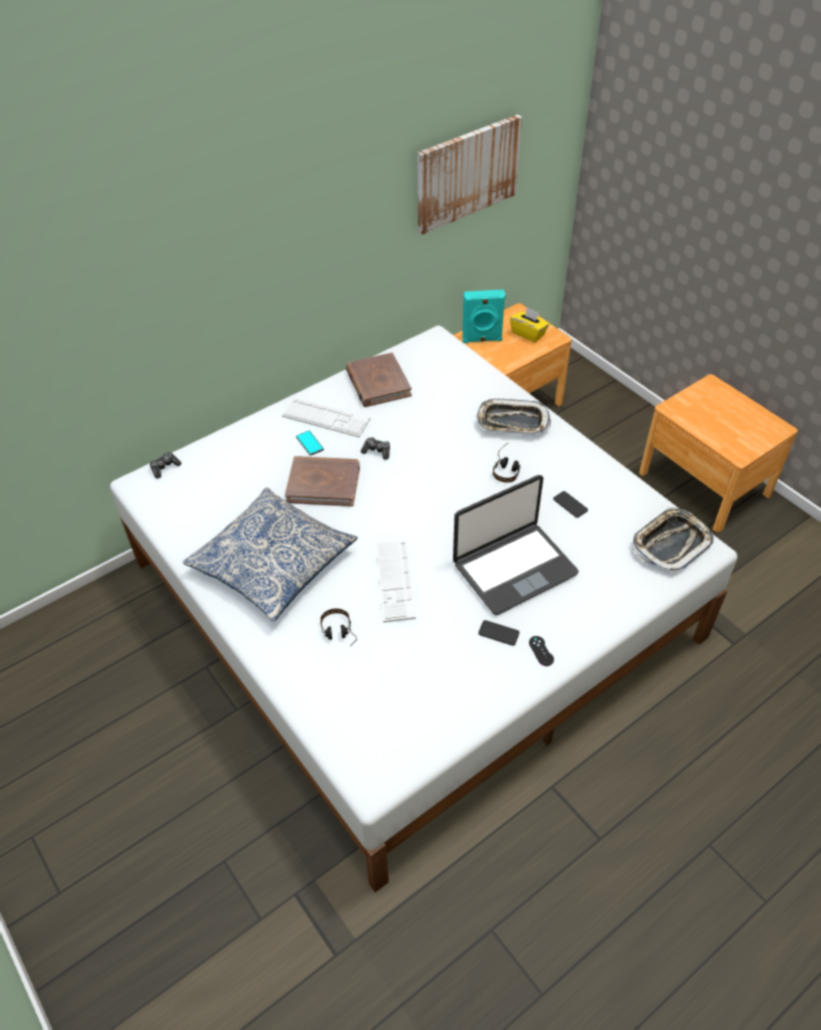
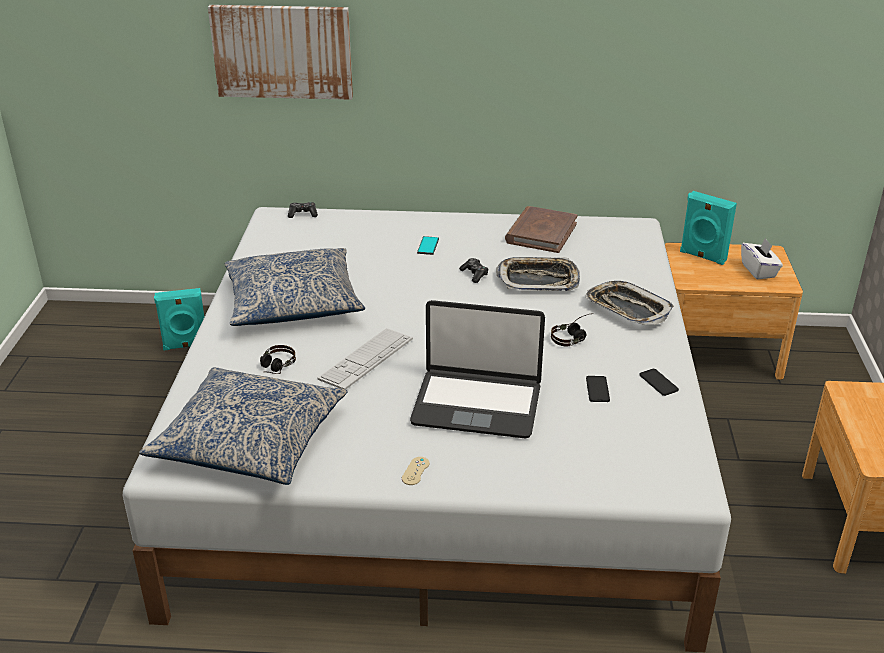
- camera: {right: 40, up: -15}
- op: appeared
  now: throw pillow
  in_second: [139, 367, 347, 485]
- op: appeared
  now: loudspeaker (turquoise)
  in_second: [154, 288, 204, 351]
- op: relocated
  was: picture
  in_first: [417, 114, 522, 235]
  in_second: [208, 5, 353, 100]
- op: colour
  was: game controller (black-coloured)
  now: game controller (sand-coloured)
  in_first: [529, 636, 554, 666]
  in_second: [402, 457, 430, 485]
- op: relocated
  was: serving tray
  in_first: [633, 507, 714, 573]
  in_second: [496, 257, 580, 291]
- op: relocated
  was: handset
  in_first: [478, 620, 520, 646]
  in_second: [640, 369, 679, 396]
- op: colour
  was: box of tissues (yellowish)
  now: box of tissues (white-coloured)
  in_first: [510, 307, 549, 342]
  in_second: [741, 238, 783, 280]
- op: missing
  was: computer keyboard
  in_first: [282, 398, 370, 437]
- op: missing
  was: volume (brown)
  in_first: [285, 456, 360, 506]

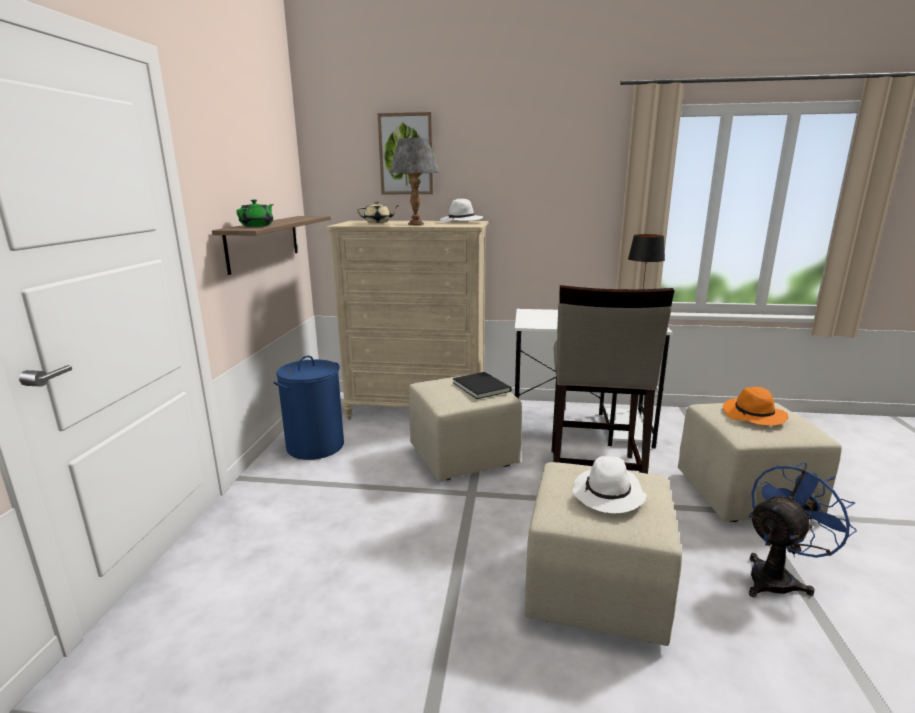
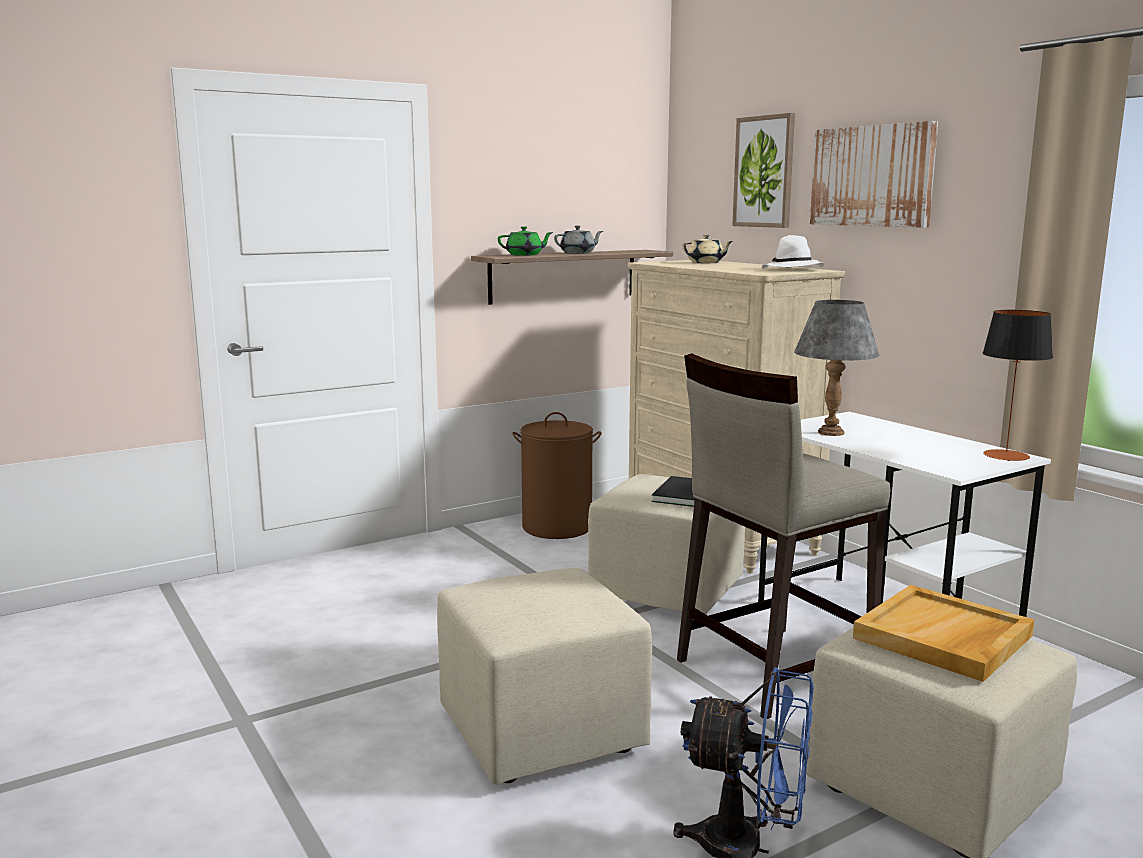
- camera: {right: 50, up: -5}
- op: colour
  was: laundry basket (bluish)
  now: laundry basket (brown)
  in_first: [274, 356, 344, 460]
  in_second: [512, 412, 602, 539]
- op: appeared
  now: pot for tea (grey)
  in_second: [554, 225, 603, 254]
- op: relocated
  was: lamp for a table (grey)
  in_first: [389, 138, 440, 225]
  in_second: [794, 300, 879, 436]
- op: appeared
  now: picture
  in_second: [810, 121, 938, 228]
- op: exchanged
  was: clothing hat (orange)
  now: serving tray (sand-coloured)
  in_first: [723, 387, 788, 426]
  in_second: [853, 585, 1035, 682]
- op: missing
  was: clothing hat (white-coloured)
  in_first: [573, 456, 647, 513]

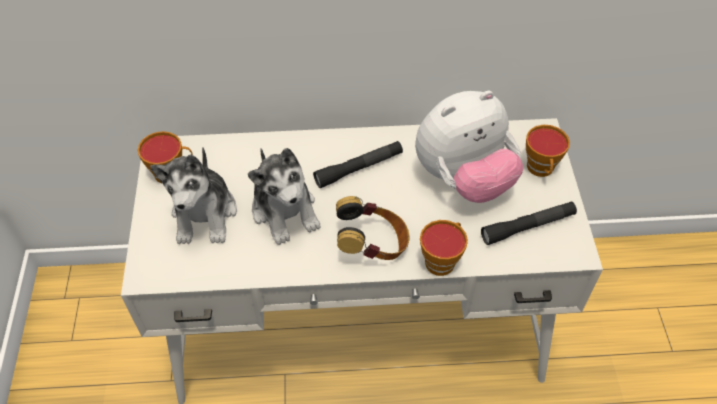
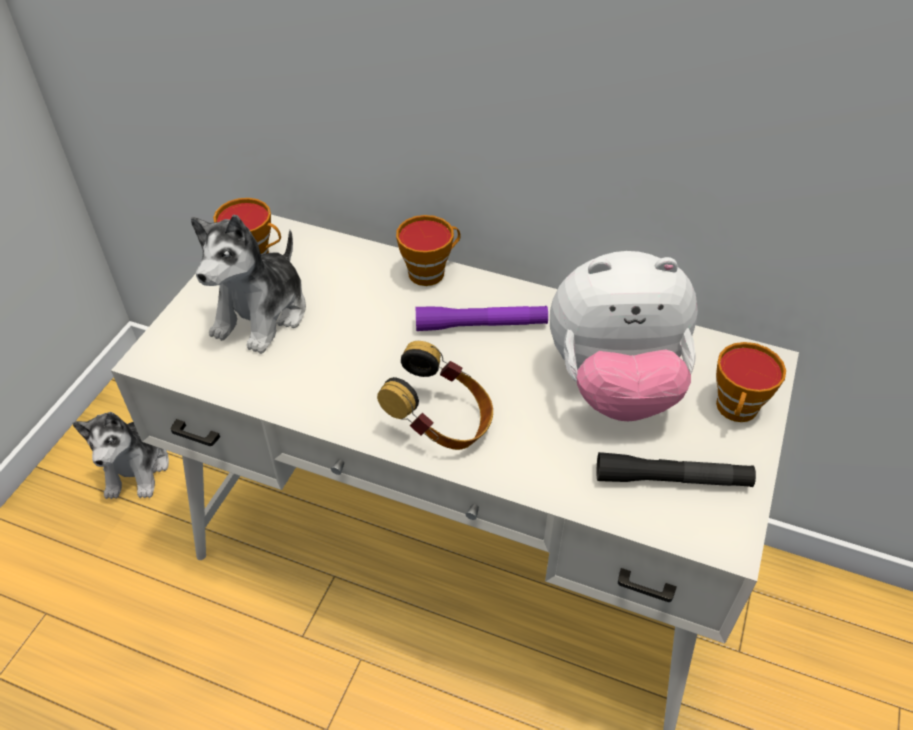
- camera: {right: 25, up: -5}
- op: relocated
  was: cuddly toy
  in_first: [248, 148, 320, 245]
  in_second: [72, 412, 169, 499]
- op: relocated
  was: drinking cup
  in_first: [420, 220, 468, 276]
  in_second: [396, 215, 460, 286]
- op: colour
  was: torch (black-coloured)
  now: torch (purple)
  in_first: [313, 141, 403, 188]
  in_second: [416, 306, 548, 331]

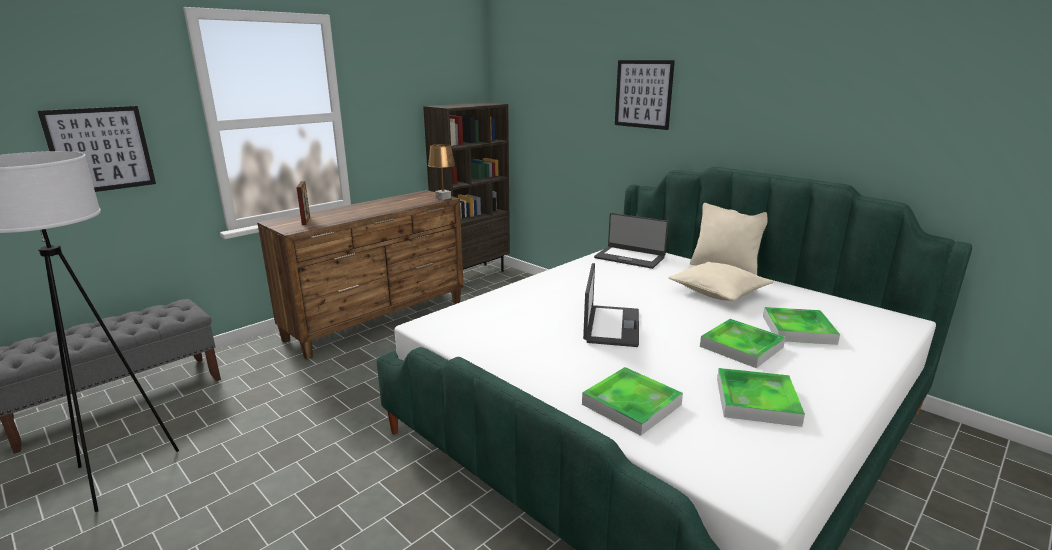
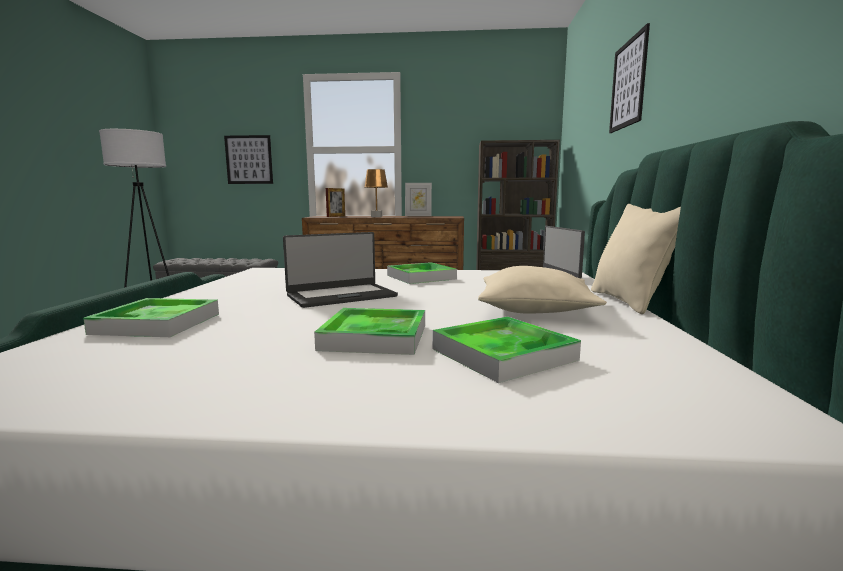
- camera: {right: 50, up: -10}
- op: relocated
  was: lamp for a table (brown)
  in_first: [428, 144, 455, 200]
  in_second: [365, 169, 388, 217]
- op: relocated
  was: serving tray
  in_first: [717, 368, 805, 427]
  in_second: [387, 262, 457, 284]
- op: appeared
  now: picture frame
  in_second: [405, 183, 432, 216]

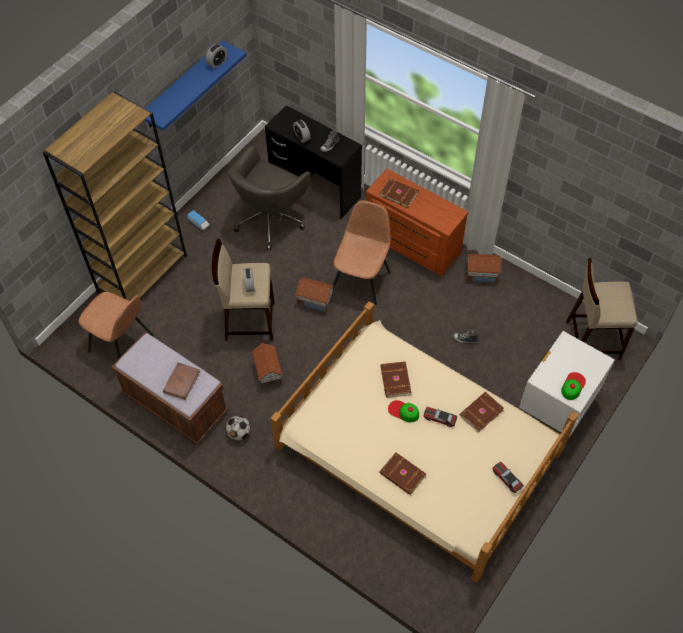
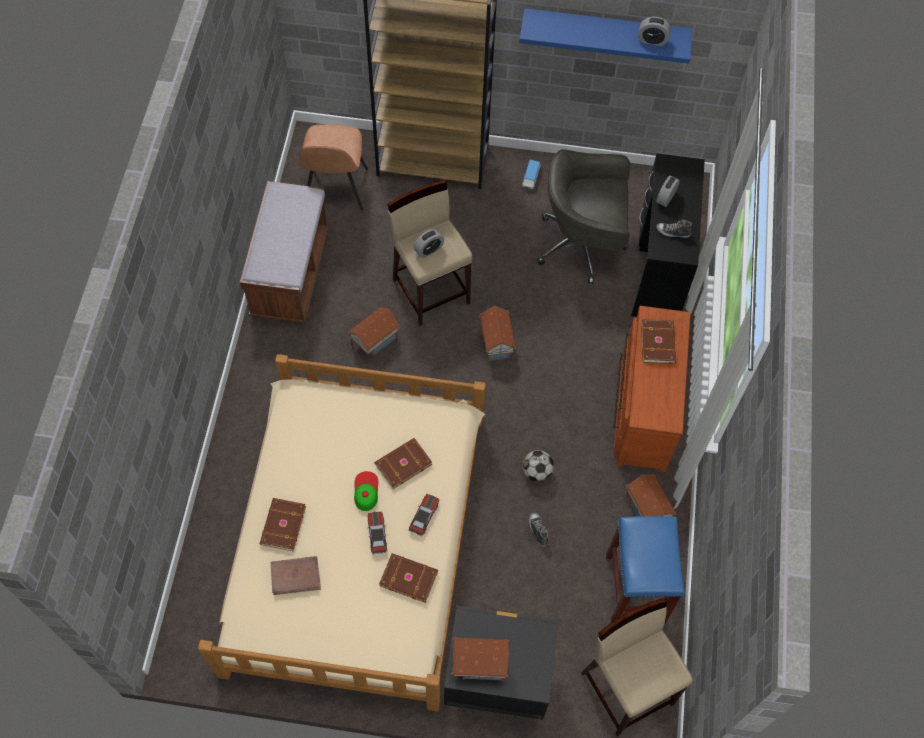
- camera: {right: 60, up: 5}
- op: relocated
  was: volume (brown)
  in_first: [163, 363, 200, 400]
  in_second: [270, 556, 321, 595]
- op: relocated
  was: miniature car
  in_first: [492, 461, 524, 493]
  in_second: [409, 494, 439, 536]
- op: colour
  was: nightstand (white-coloured)
  now: nightstand (black-coloured)
  in_first: [519, 331, 615, 437]
  in_second: [444, 605, 558, 720]
- op: exchanged
  was: baseball cap
  now: miniature house
  in_first: [561, 372, 586, 400]
  in_second: [451, 637, 509, 681]
- op: relocated
  was: ball for football
  in_first: [225, 416, 251, 441]
  in_second: [523, 450, 554, 482]
- op: appeared
  now: stool (bluish)
  in_second: [606, 516, 684, 624]
- op: missing
  was: chair (brown)
  in_first: [333, 200, 391, 305]

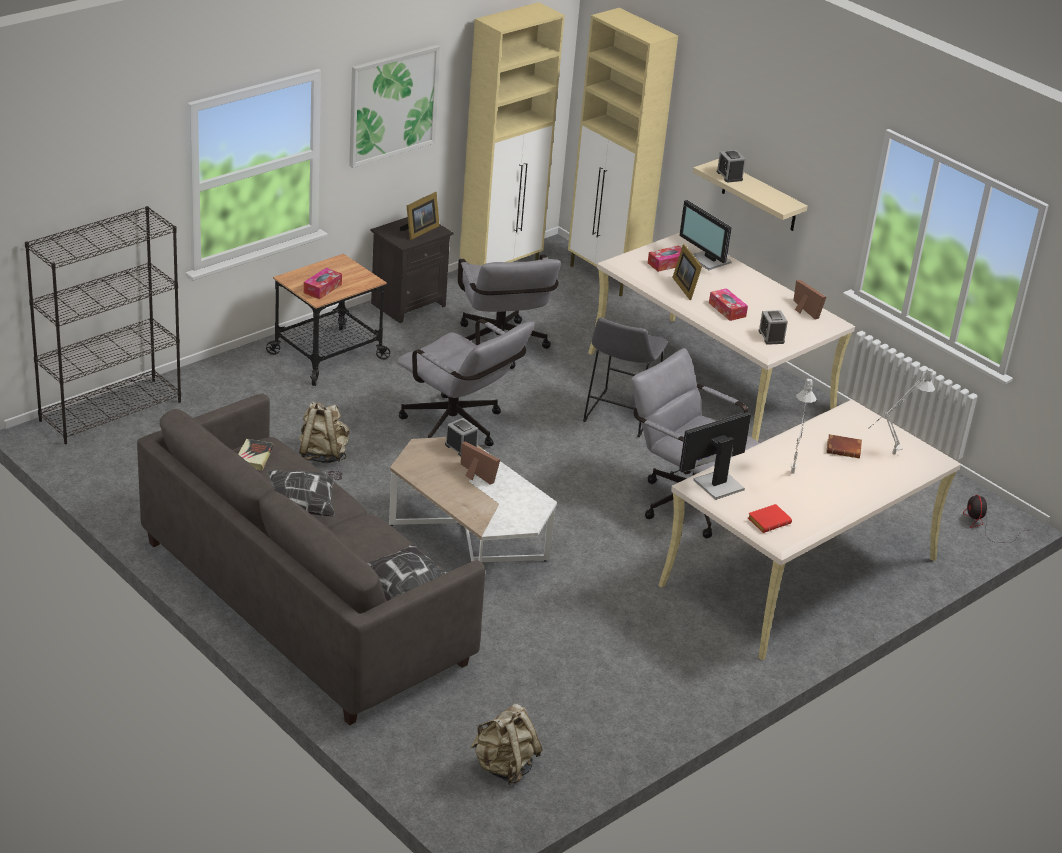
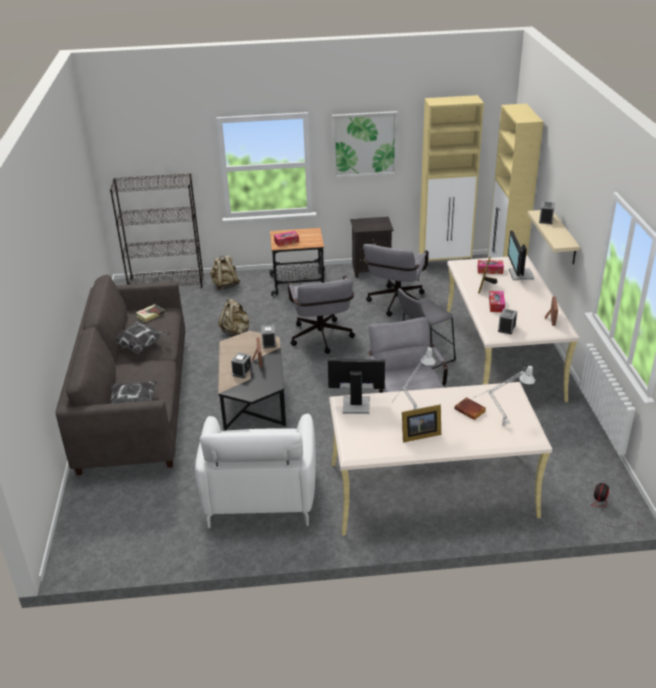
- camera: {right: 40, up: 0}
- op: appeared
  now: lounge chair (white-coloured)
  in_second: [195, 414, 316, 528]
- op: relocated
  was: knapsack (sand-coloured)
  in_first: [471, 704, 542, 785]
  in_second: [210, 255, 241, 290]
- op: colour
  was: low table (white-coloured)
  now: low table (black-coloured)
  in_first: [389, 437, 557, 562]
  in_second: [218, 331, 286, 431]
- op: appeared
  now: bedside clock
  in_second: [231, 352, 252, 378]
- op: relocated
  was: picture frame
  in_first: [399, 192, 440, 240]
  in_second: [402, 405, 441, 442]
- op: missing
  was: volume (red-coloured)
  in_first: [748, 504, 792, 533]

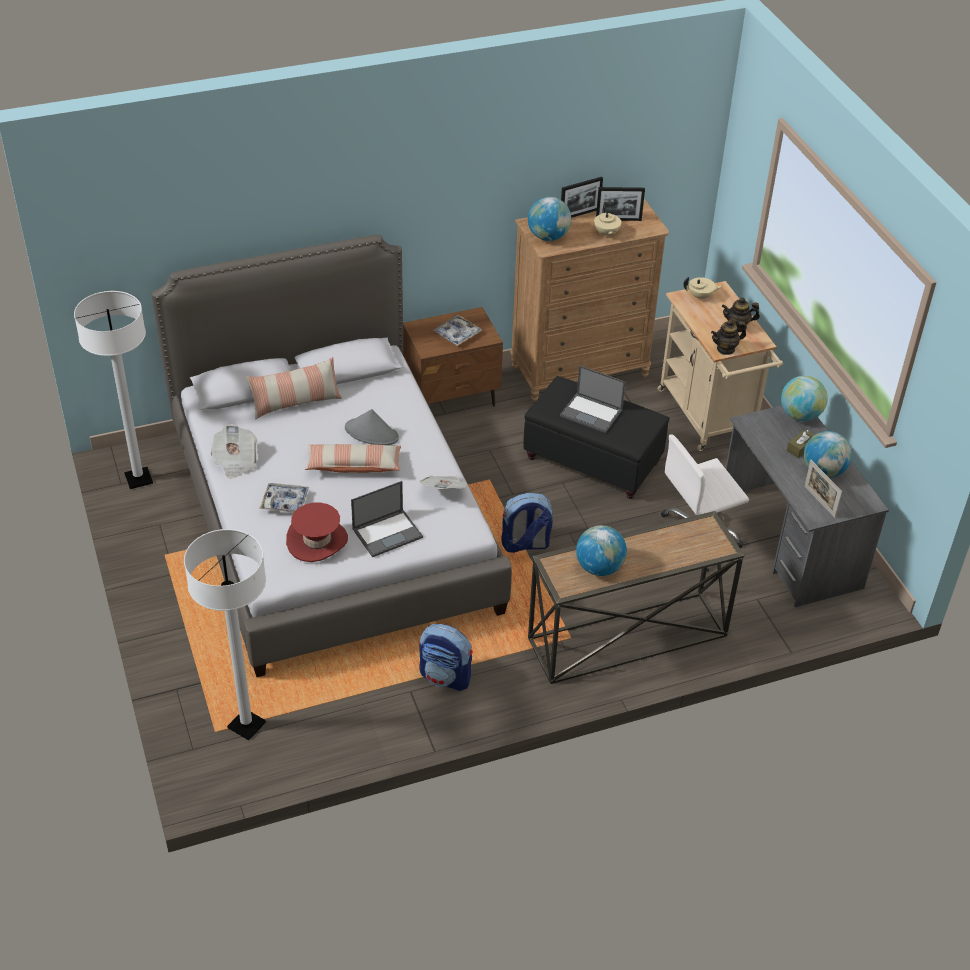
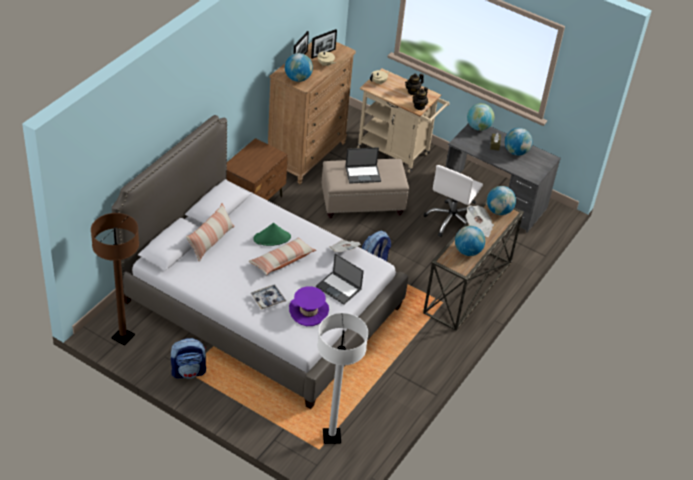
- camera: {right: -40, up: 0}
- op: colour
  was: standard lamp (white-coloured)
  now: standard lamp (brown)
  in_first: [74, 291, 153, 489]
  in_second: [91, 213, 139, 345]
- op: relocated
  was: knapsack
  in_first: [420, 624, 473, 691]
  in_second: [171, 338, 206, 378]
- op: colour
  was: clothing hat (grey)
  now: clothing hat (green-coloured)
  in_first: [345, 409, 399, 445]
  in_second: [253, 223, 291, 246]
- op: colour
  was: clothing hat (red-coloured)
  now: clothing hat (purple)
  in_first: [286, 503, 348, 562]
  in_second: [289, 286, 329, 326]
- op: spun
  was: portable computer
  in_first: [351, 481, 423, 557]
  in_second: [316, 253, 364, 305]
  clockwise: 105
- op: colour
  was: footrest (black-coloured)
  now: footrest (sand-coloured)
  in_first: [523, 376, 670, 499]
  in_second: [322, 159, 409, 218]
- op: relocated
  was: newspaper
  in_first: [210, 424, 257, 479]
  in_second: [465, 205, 494, 237]
- op: appeared
  now: desk globe
  in_second: [487, 186, 516, 215]
- op: missing
  was: serving tray
  in_first: [433, 315, 482, 346]
- op: missing
  was: picture frame
  in_first: [804, 460, 842, 518]

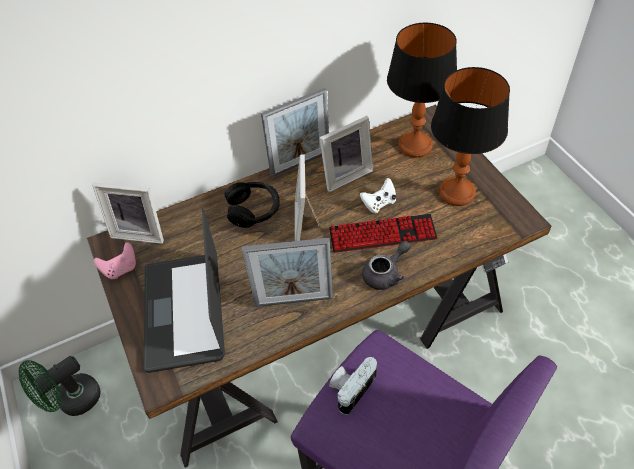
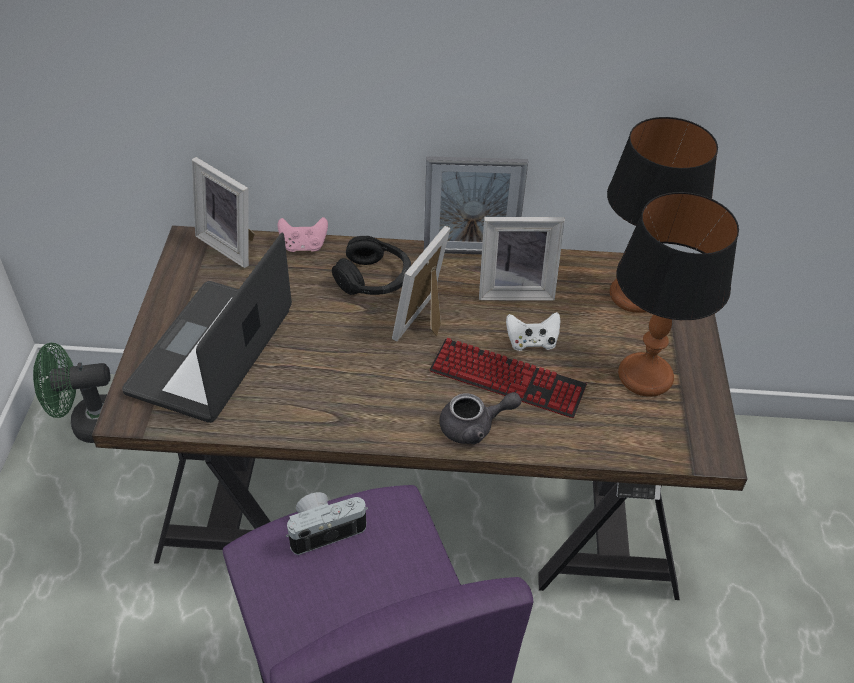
- camera: {right: 25, up: -5}
- op: relocated
  was: game controller (pink-coloured)
  in_first: [94, 242, 136, 279]
  in_second: [278, 217, 328, 252]
- op: missing
  was: picture frame
  in_first: [242, 238, 333, 307]

